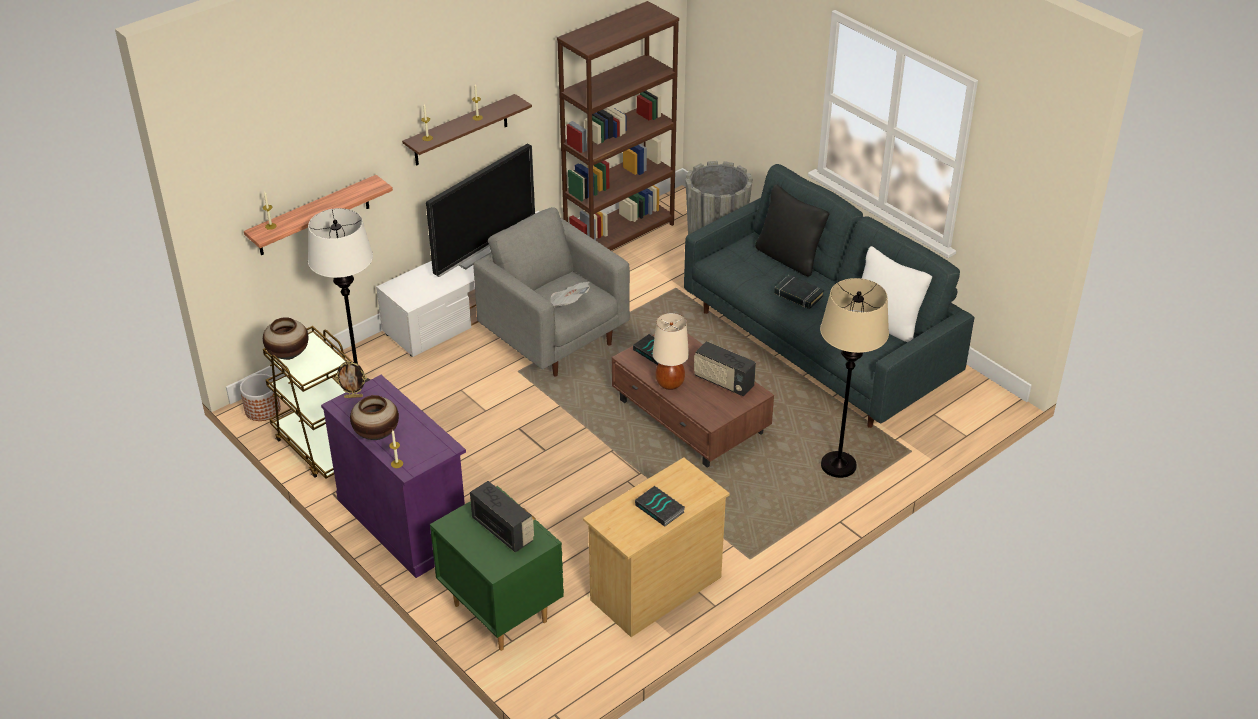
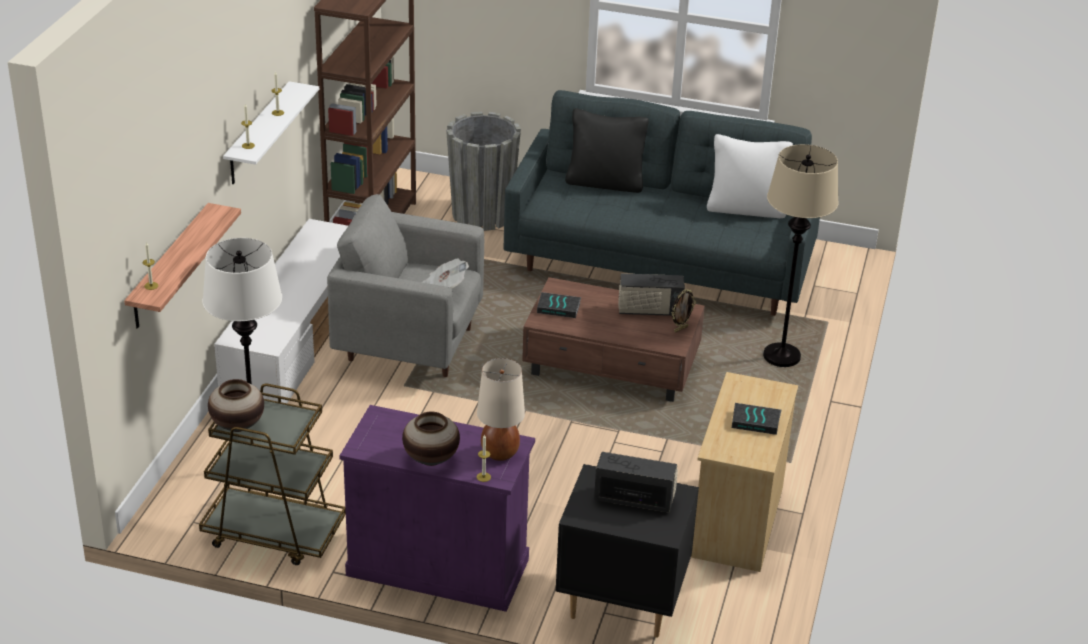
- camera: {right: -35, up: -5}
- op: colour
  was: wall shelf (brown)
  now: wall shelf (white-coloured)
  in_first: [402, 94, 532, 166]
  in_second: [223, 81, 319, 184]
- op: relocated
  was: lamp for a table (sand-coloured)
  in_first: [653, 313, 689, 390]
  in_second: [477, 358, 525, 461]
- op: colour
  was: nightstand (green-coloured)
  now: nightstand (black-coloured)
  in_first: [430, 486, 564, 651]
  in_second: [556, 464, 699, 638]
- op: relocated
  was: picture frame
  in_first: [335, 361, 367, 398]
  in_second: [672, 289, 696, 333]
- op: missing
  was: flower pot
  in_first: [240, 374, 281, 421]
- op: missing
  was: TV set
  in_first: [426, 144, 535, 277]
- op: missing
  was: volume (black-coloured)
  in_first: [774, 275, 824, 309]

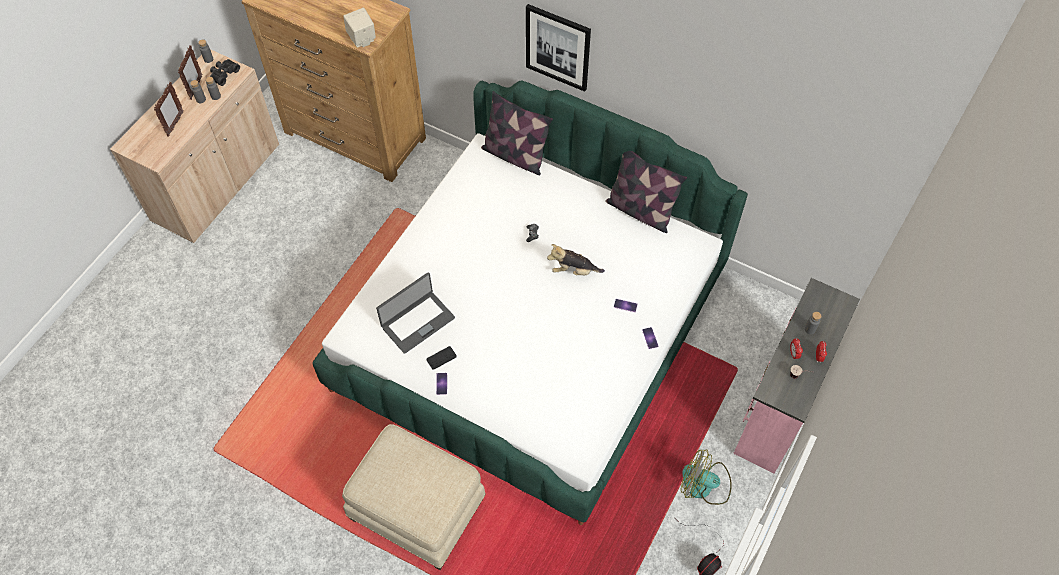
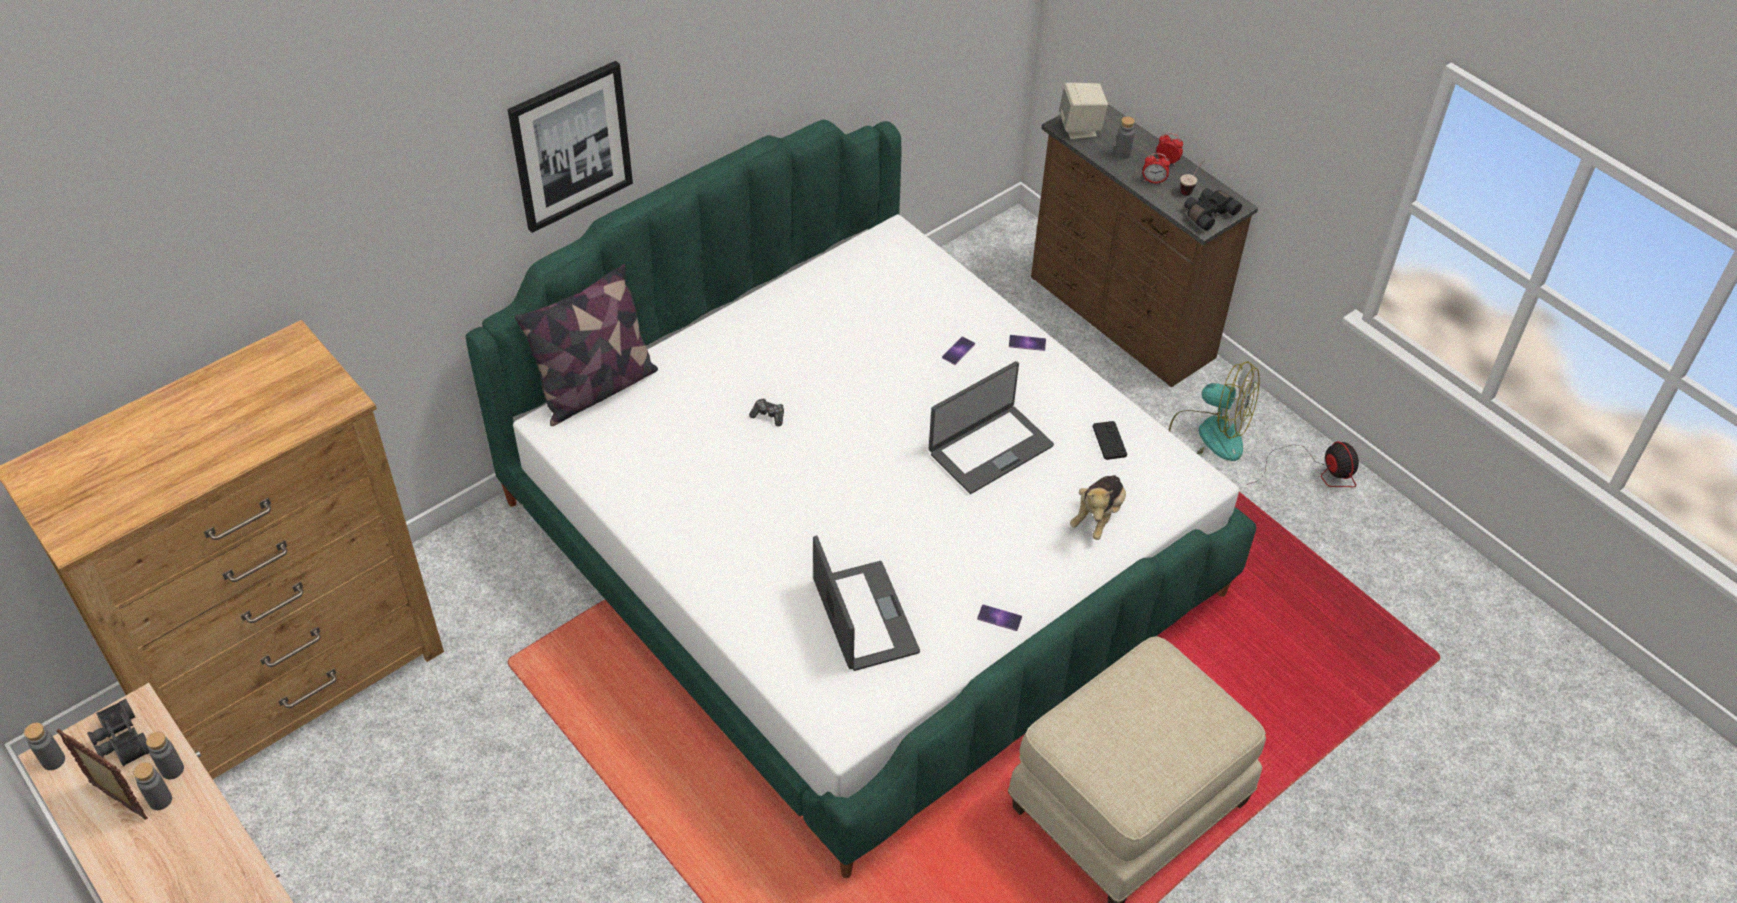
- camera: {right: -70, up: -10}
- op: appeared
  now: portable computer
  in_second: [929, 361, 1054, 494]
- op: colour
  was: drawer chest (pink-coloured)
  now: drawer chest (brown)
  in_first: [733, 278, 860, 473]
  in_second: [1031, 104, 1258, 388]
- op: relocated
  was: loudspeaker (sand-coloured)
  in_first: [343, 8, 376, 48]
  in_second: [1059, 83, 1108, 139]
- op: relocated
  was: cuddly toy
  in_first: [547, 244, 605, 275]
  in_second: [1070, 475, 1126, 540]
- op: relocated
  was: game controller (black-coloured)
  in_first: [426, 346, 457, 370]
  in_second: [1093, 421, 1127, 460]
- op: spun
  was: fan
  in_first: [681, 450, 732, 505]
  in_second: [1169, 361, 1260, 461]
  clockwise: -105
- op: appeared
  now: field glasses (black-coloured)
  in_second: [1184, 188, 1242, 231]
- op: missing
  was: picture frame
  in_first: [154, 82, 184, 136]
- op: missing
  was: throw pillow
  in_first: [605, 151, 687, 233]

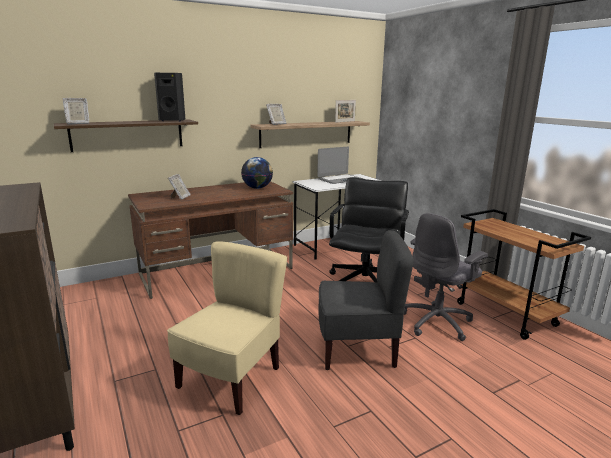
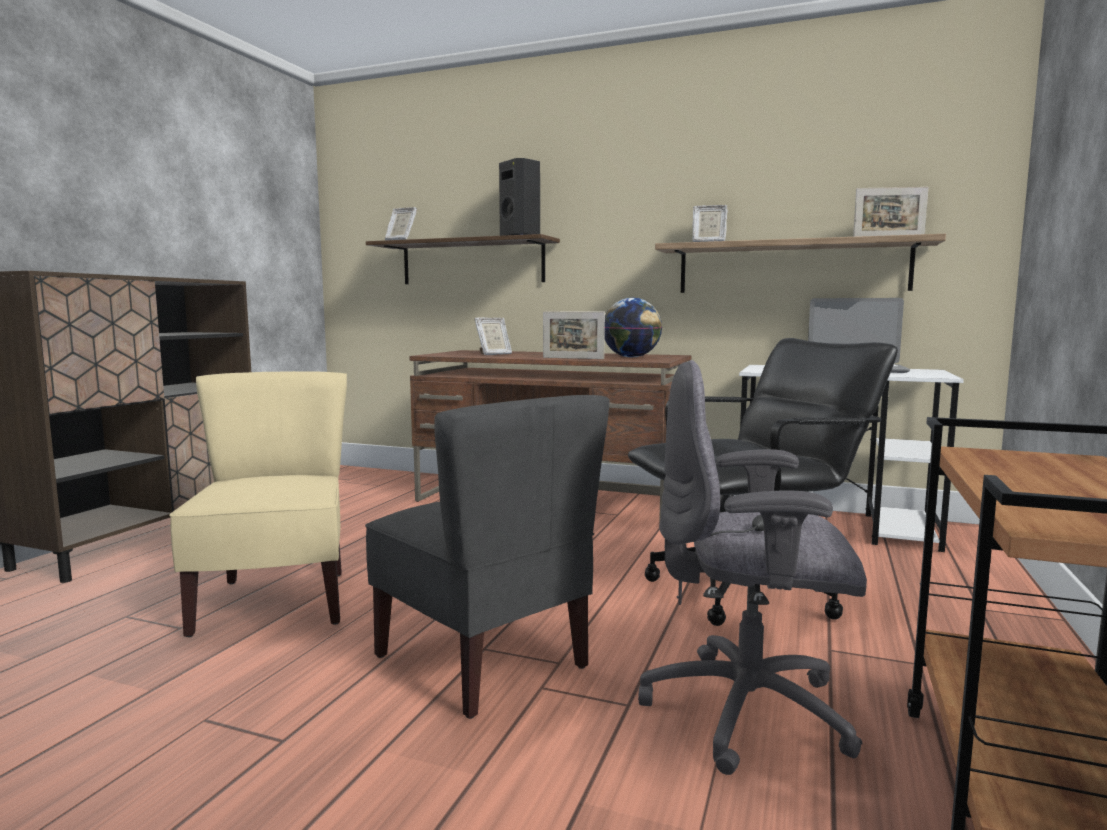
- camera: {right: 50, up: -10}
- op: spun
  was: chair (sand-coloured)
  in_first: [167, 241, 287, 415]
  in_second: [169, 371, 347, 637]
  clockwise: -90
- op: appeared
  now: picture frame
  in_second: [543, 312, 605, 359]

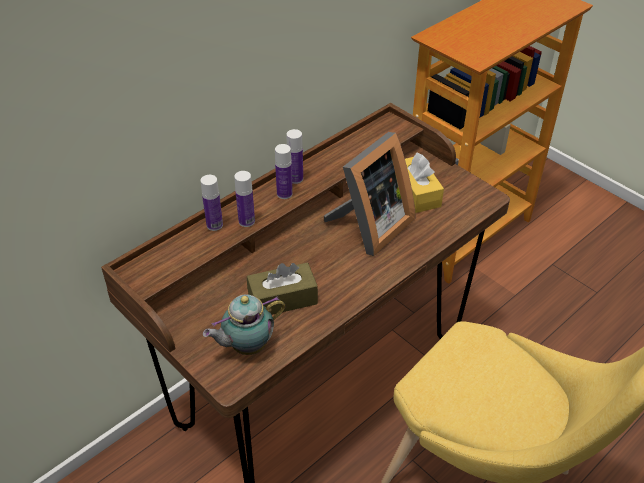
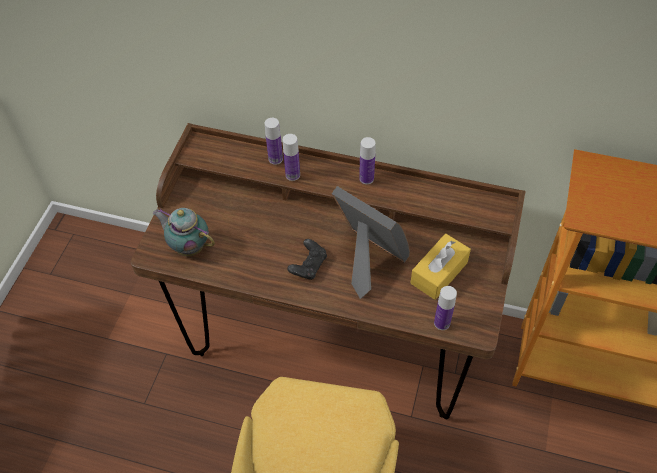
- camera: {right: 60, up: 10}
- op: appeared
  now: game controller (black-coloured)
  in_second: [287, 239, 327, 280]
- op: spun
  was: picture frame
  in_first: [324, 132, 415, 256]
  in_second: [332, 186, 410, 299]
  clockwise: -150
- op: relocated
  was: drink bottle
  in_first: [275, 144, 293, 199]
  in_second: [434, 286, 457, 330]
- op: missing
  was: box of tissues (brown)
  in_first: [247, 262, 318, 315]

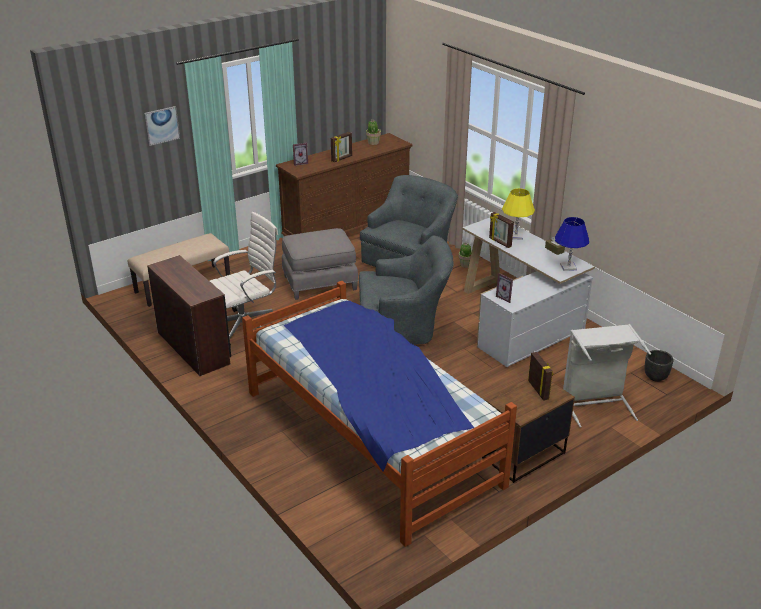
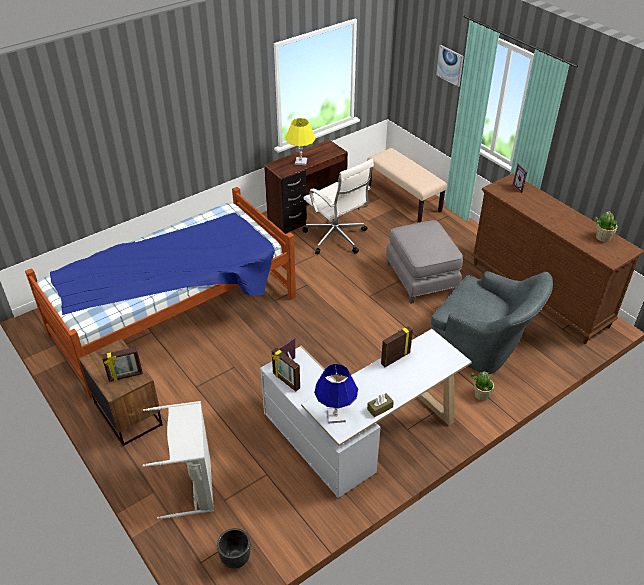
- camera: {right: 90, up: 10}
- op: relocated
  was: picture frame
  in_first: [331, 132, 352, 162]
  in_second: [271, 348, 300, 391]
- op: relocated
  was: lamp for a table (yellowish)
  in_first: [502, 188, 535, 240]
  in_second: [286, 118, 315, 165]
- op: missing
  was: lounge chair (grey)
  in_first: [359, 235, 454, 344]

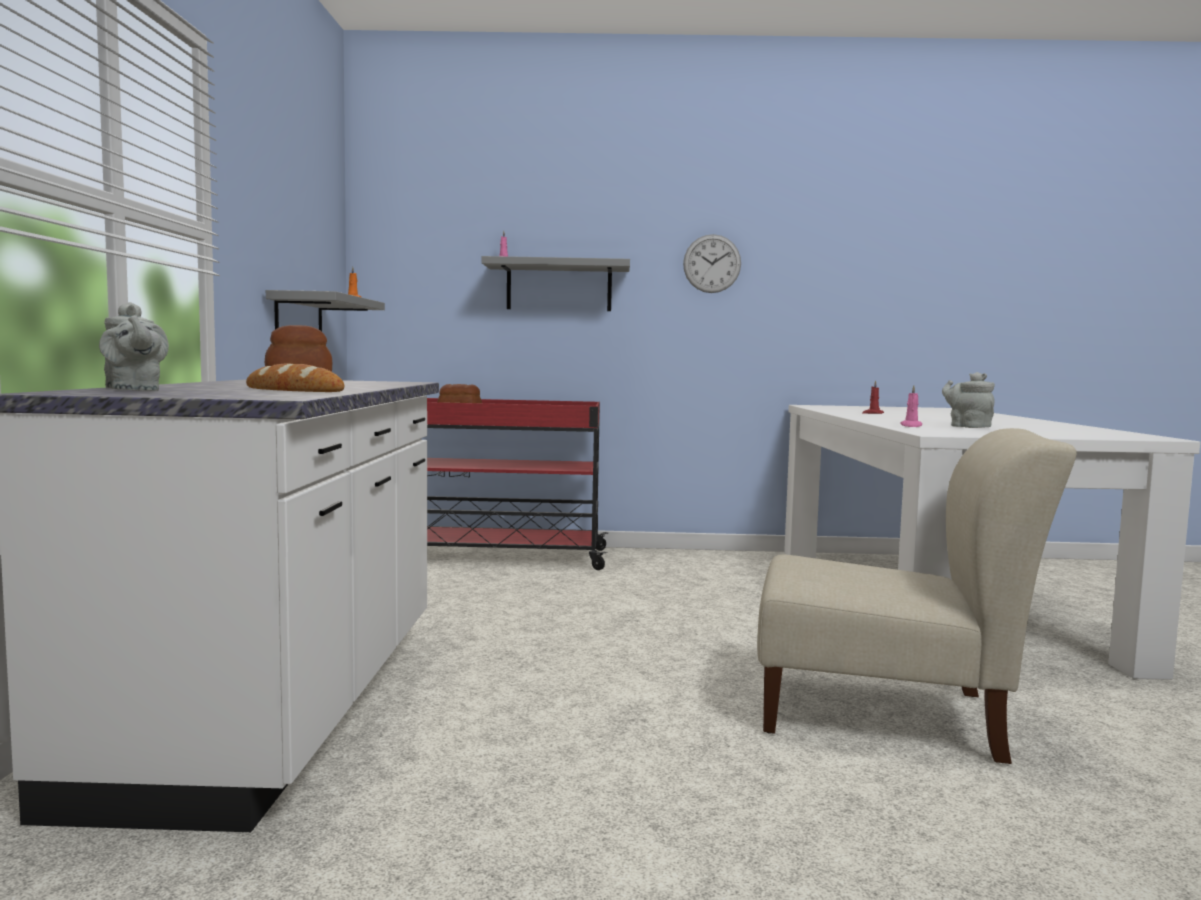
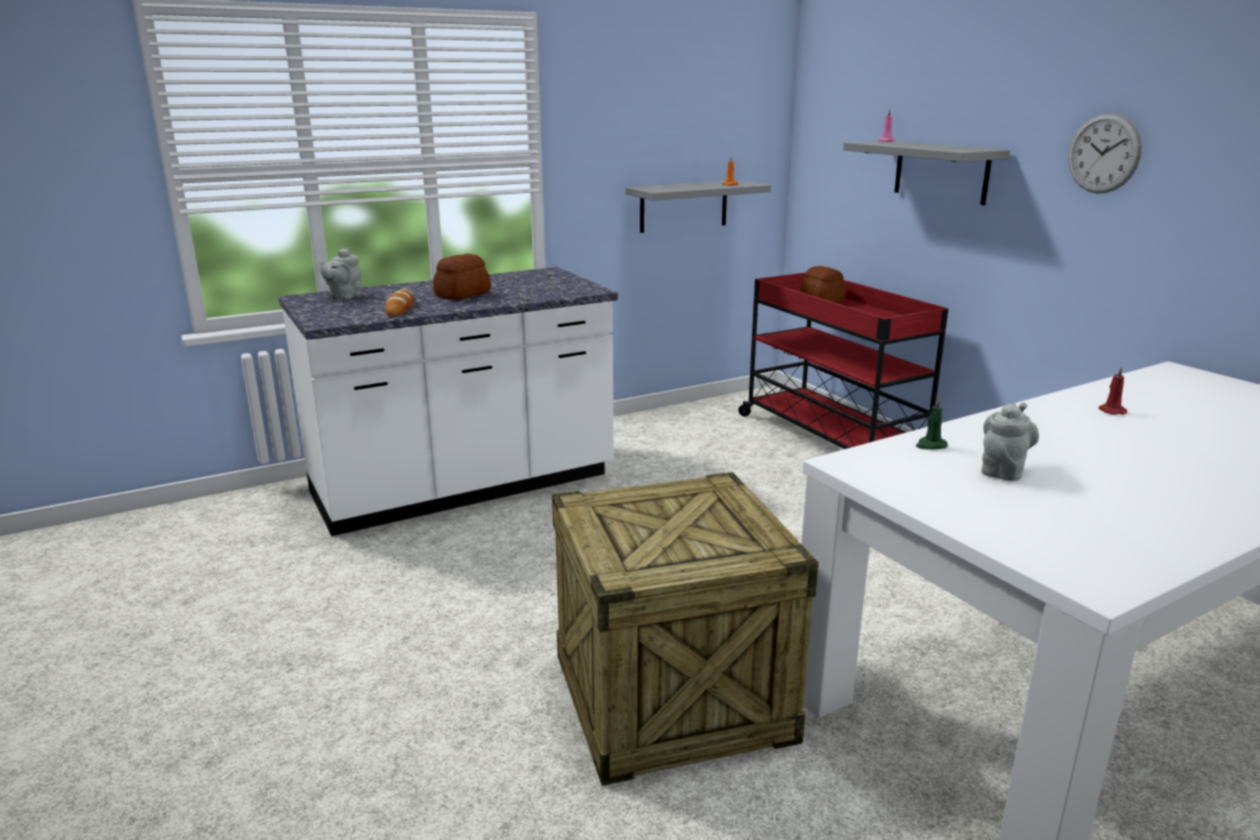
- camera: {right: 60, up: 15}
- op: exchanged
  was: chair (sand-coloured)
  now: shipping crate
  in_first: [757, 428, 1077, 764]
  in_second: [552, 472, 819, 786]
- op: colour
  was: wax light (pink-coloured)
  now: wax light (green-coloured)
  in_first: [900, 385, 922, 427]
  in_second: [916, 397, 948, 450]

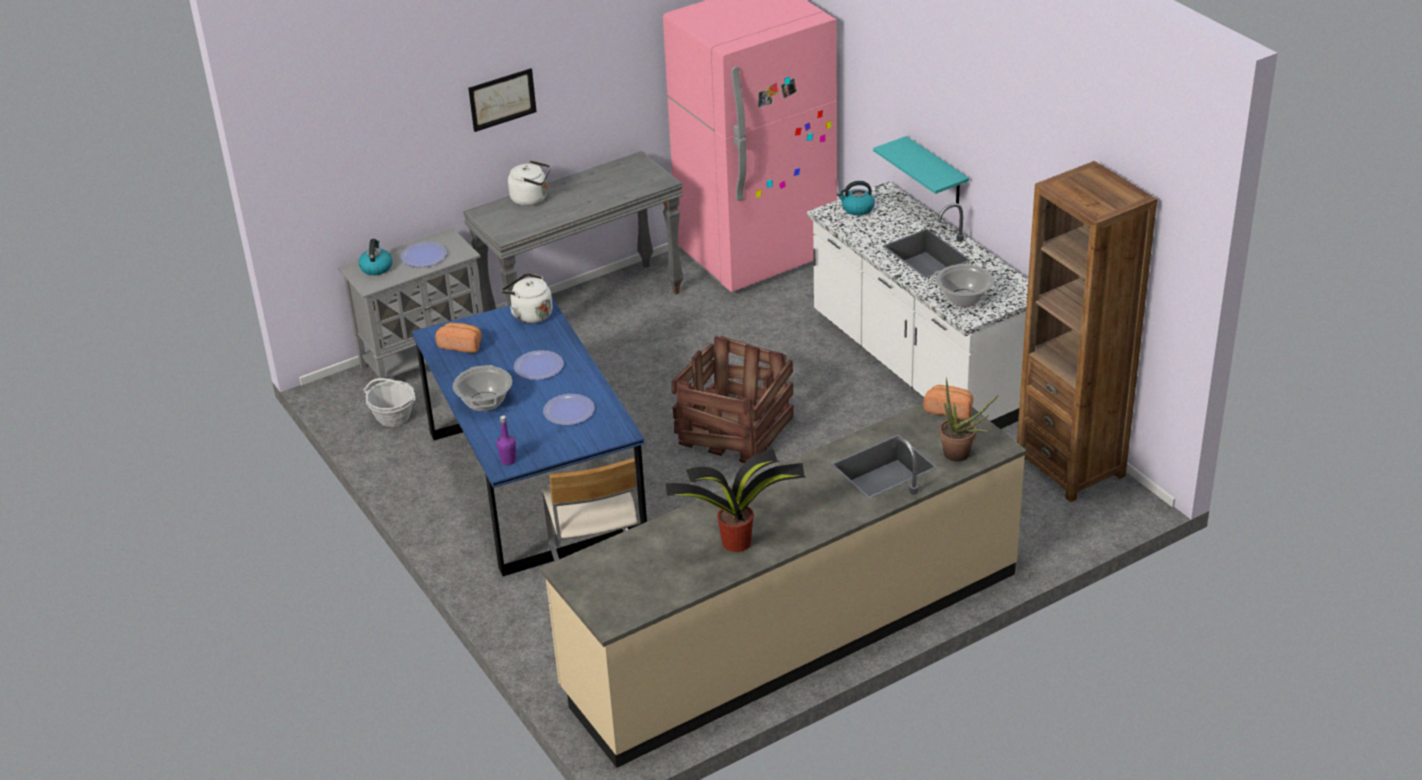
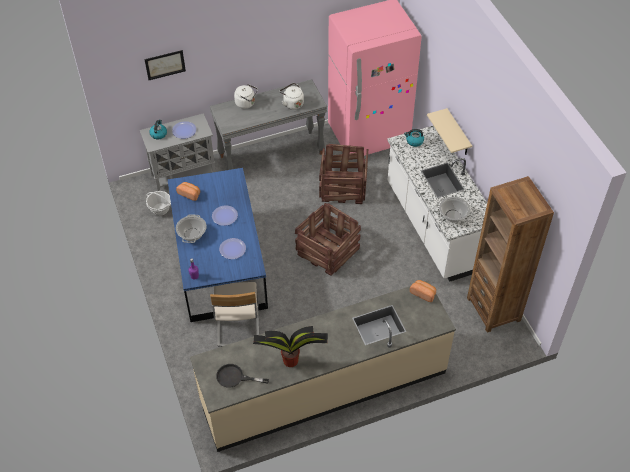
- camera: {right: 10, up: 15}
- op: relocated
  was: picture
  in_first: [468, 68, 537, 132]
  in_second: [144, 50, 186, 80]
- op: appeared
  now: pan (black-coloured)
  in_second: [216, 364, 269, 388]
- op: relocated
  was: kettle (white-coloured)
  in_first: [502, 273, 553, 323]
  in_second: [279, 83, 304, 110]
- op: appeared
  now: shipping crate
  in_second: [319, 144, 368, 204]
- op: colour
  was: wall shelf (turquoise)
  now: wall shelf (sand-coloured)
  in_first: [873, 136, 969, 204]
  in_second: [427, 108, 472, 155]
- op: missing
  was: houseplant
  in_first: [939, 377, 998, 462]

